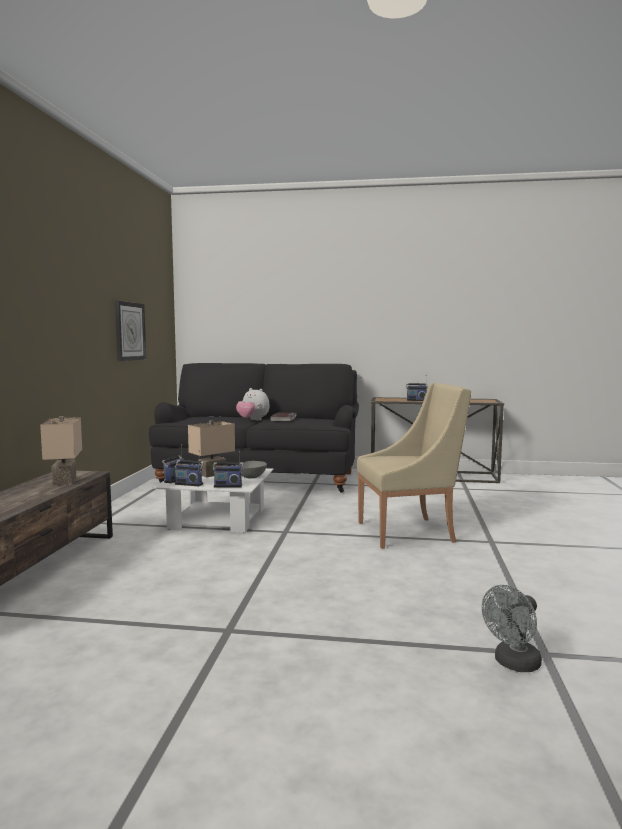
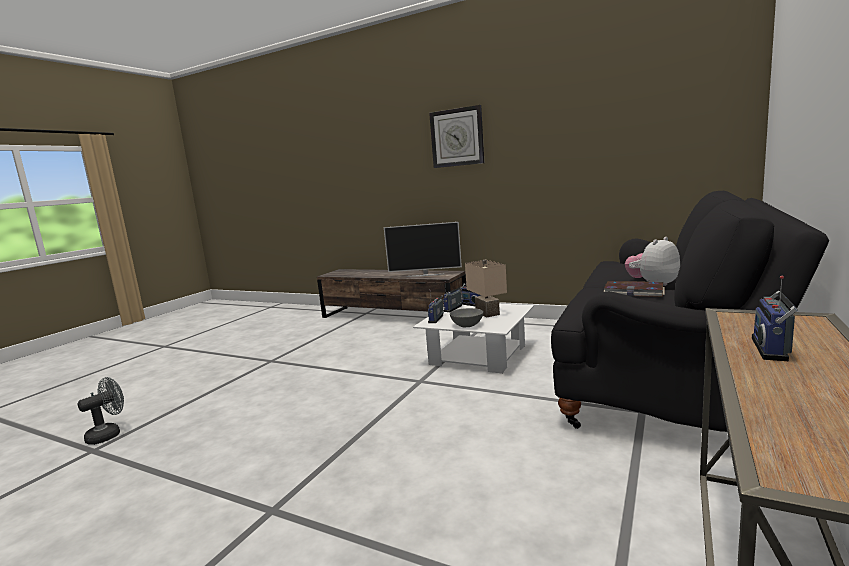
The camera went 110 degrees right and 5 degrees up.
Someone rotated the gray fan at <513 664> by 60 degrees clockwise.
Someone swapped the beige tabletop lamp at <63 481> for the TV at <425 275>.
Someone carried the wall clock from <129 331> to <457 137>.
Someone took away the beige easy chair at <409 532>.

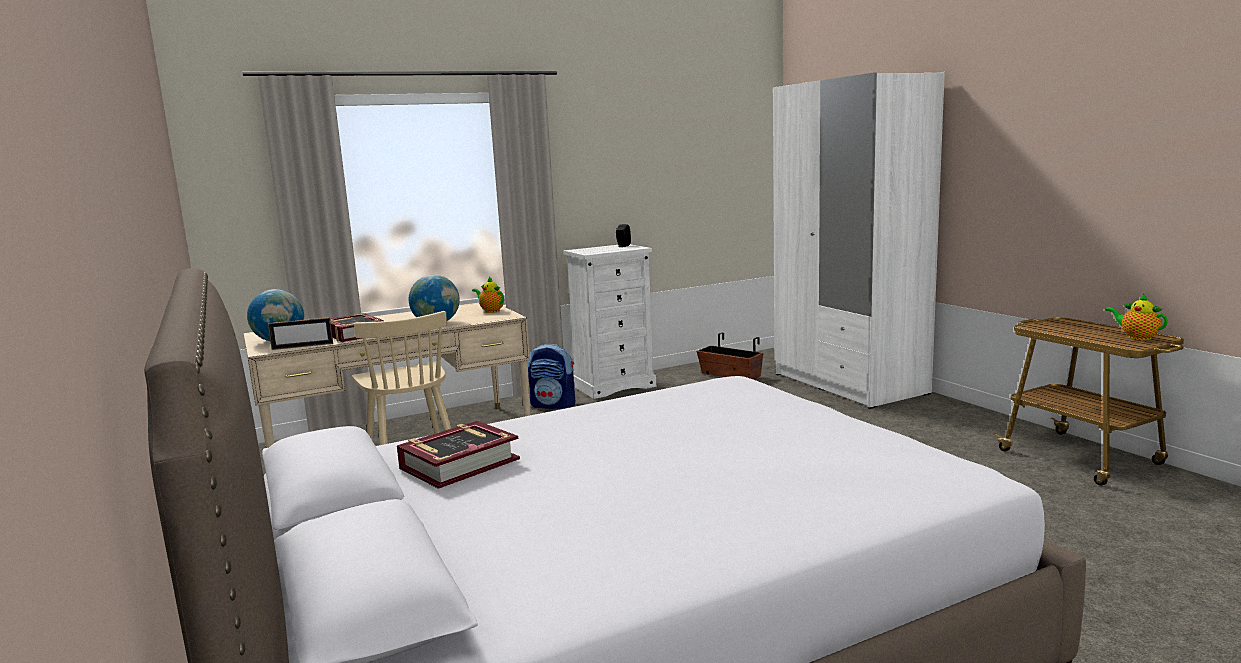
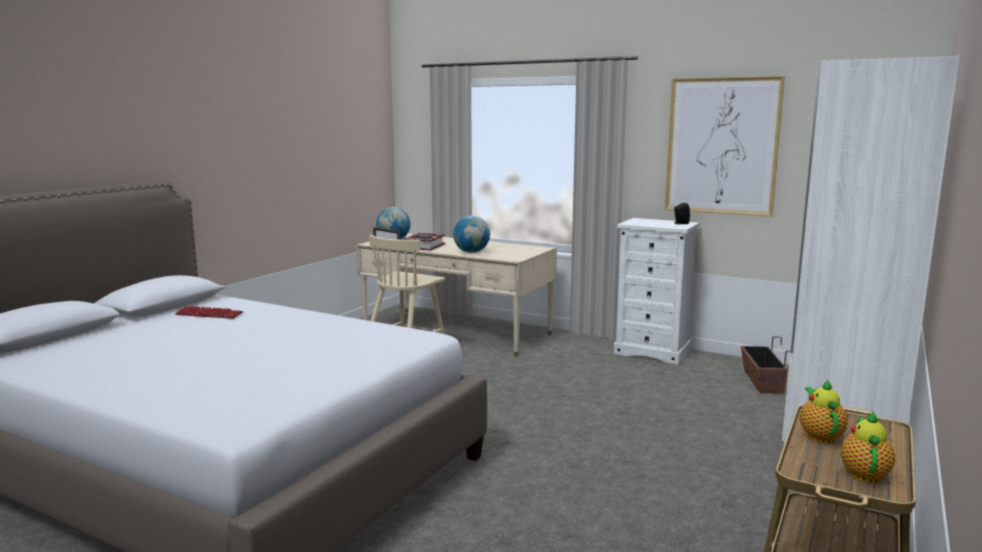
The camera went 55 degrees right and 0 degrees up.
Someone swapped the book at <459 464> for the keyboard at <209 314>.
Someone put up the wall picture at <721 146>.
Someone carried the pot for tea from <491 311> to <819 436>.
Someone took away the backpack at <554 405>.

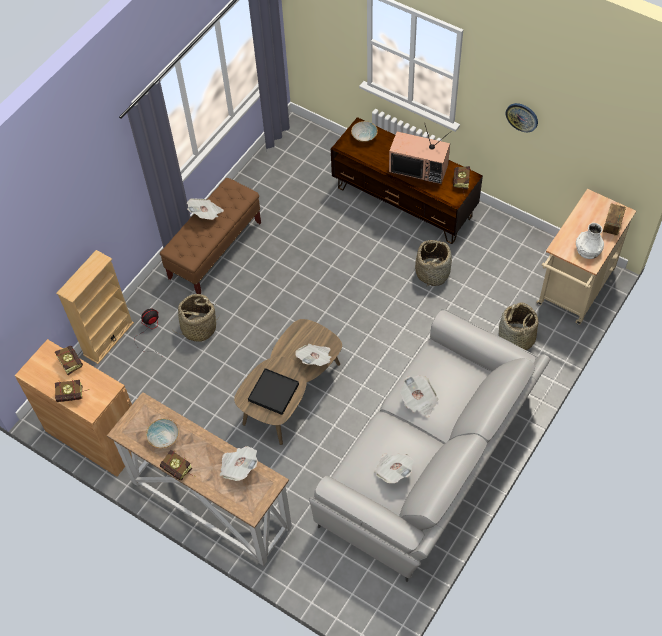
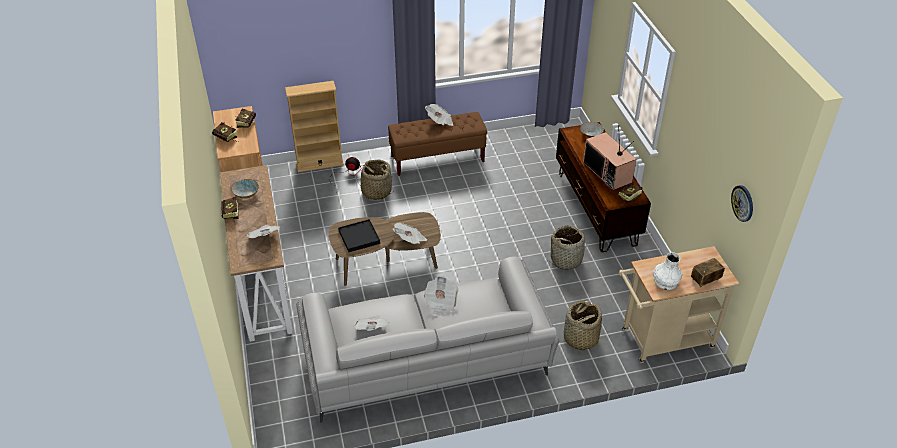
The camera went 40 degrees right and 15 degrees down.
Someone carried the wall clock from <522 117> to <743 203>.

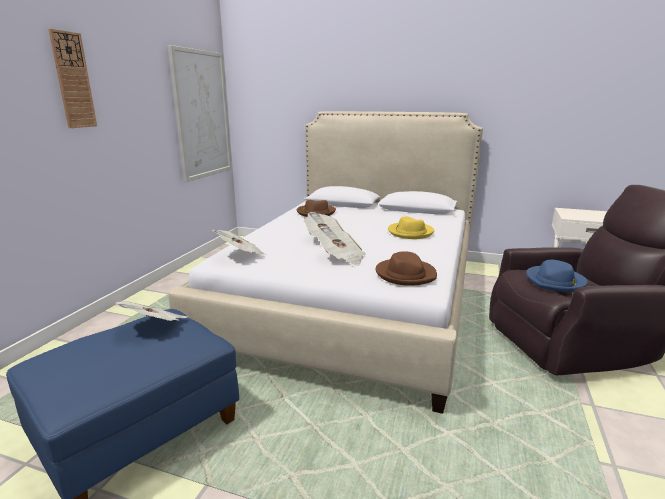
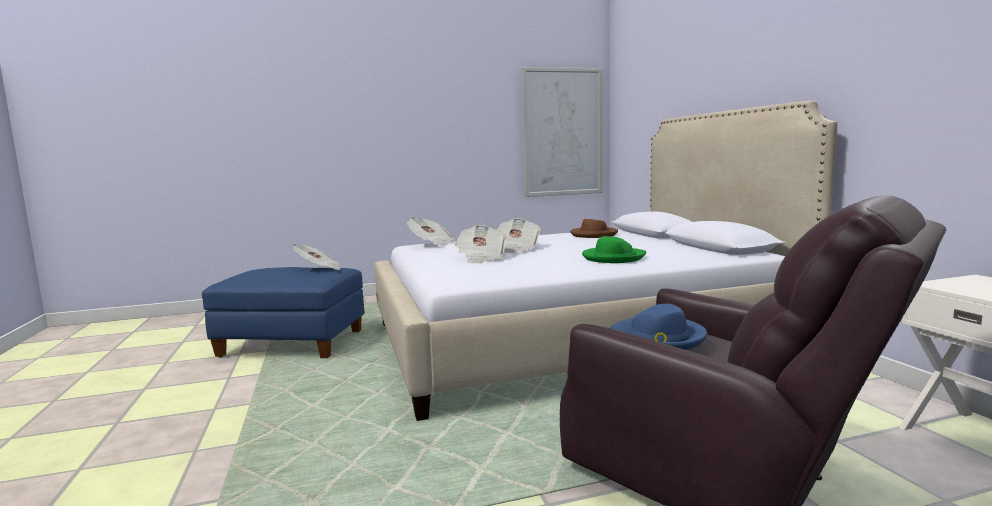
The camera went 55 degrees right and 10 degrees down.
Someone repainted the yellow wearable hat at <410 232>, which became the green-coloured wearable hat at <613 258>.
Someone took away the wall clock at <73 80>.
Someone took away the brown wearable hat at <405 274>.

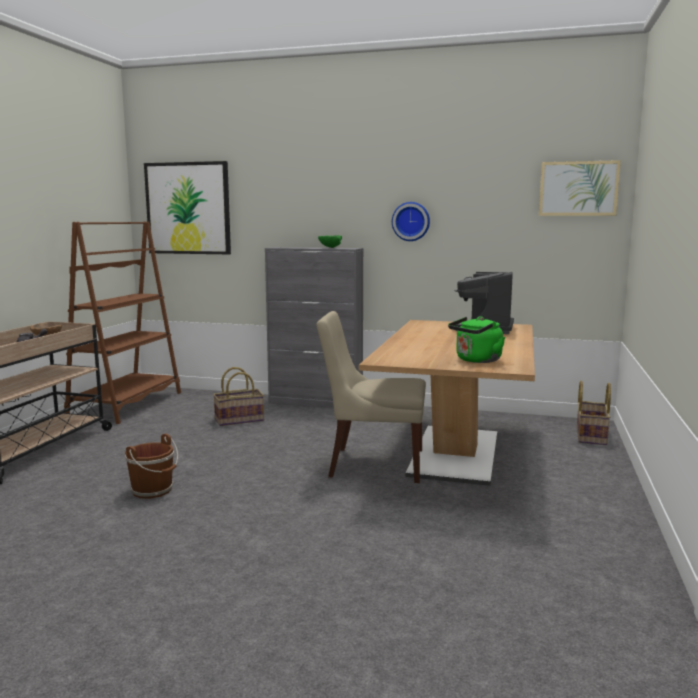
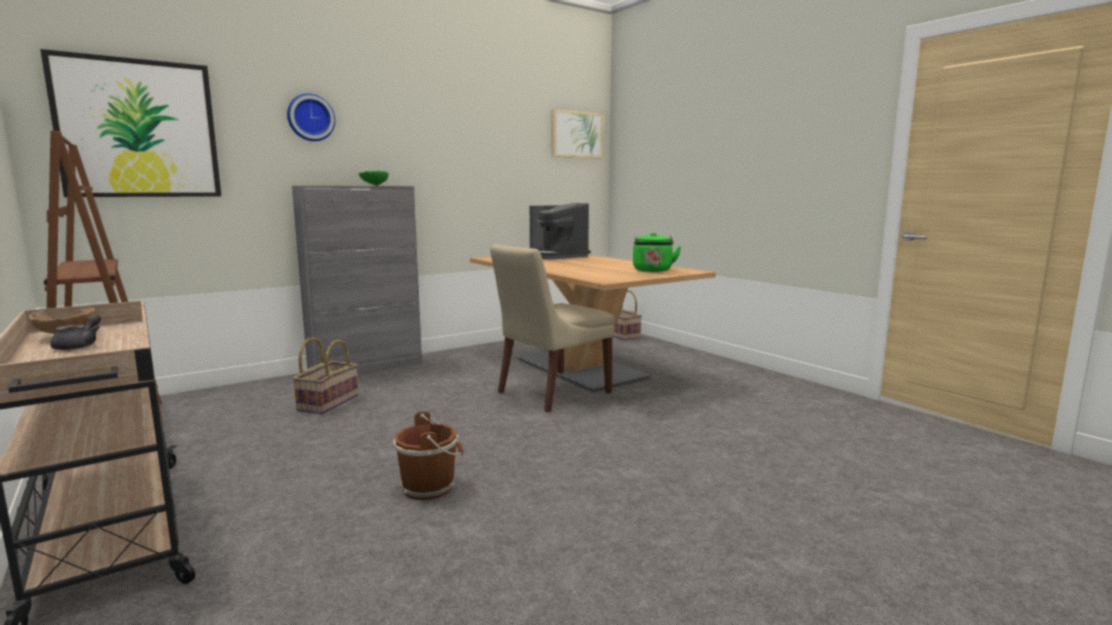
The camera went 50 degrees left and 0 degrees up.
Someone carried the wall clock from <411 221> to <310 118>.

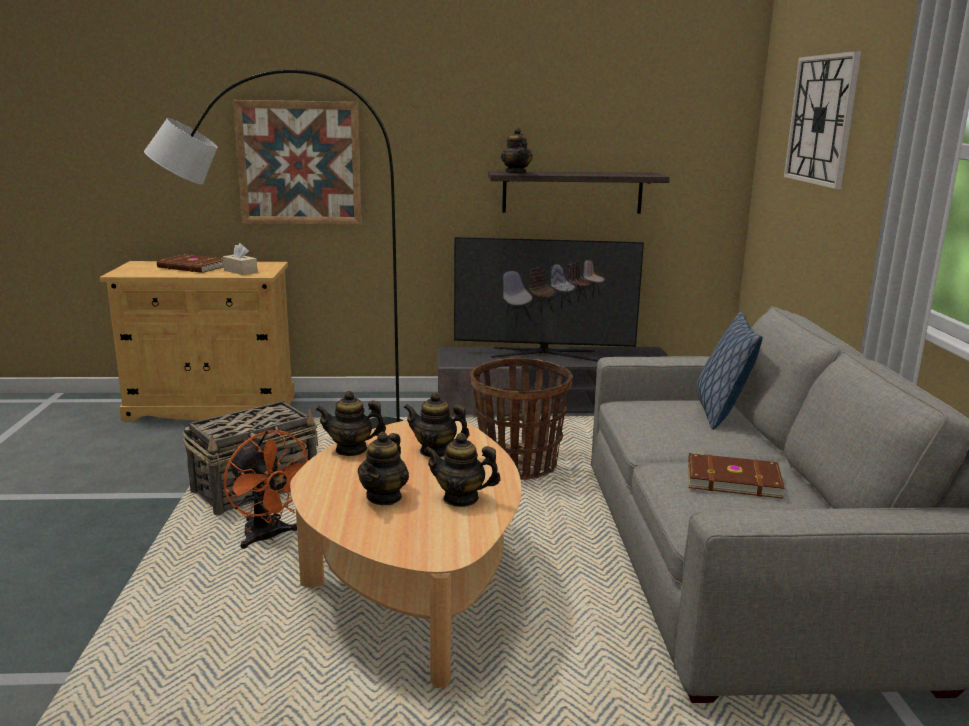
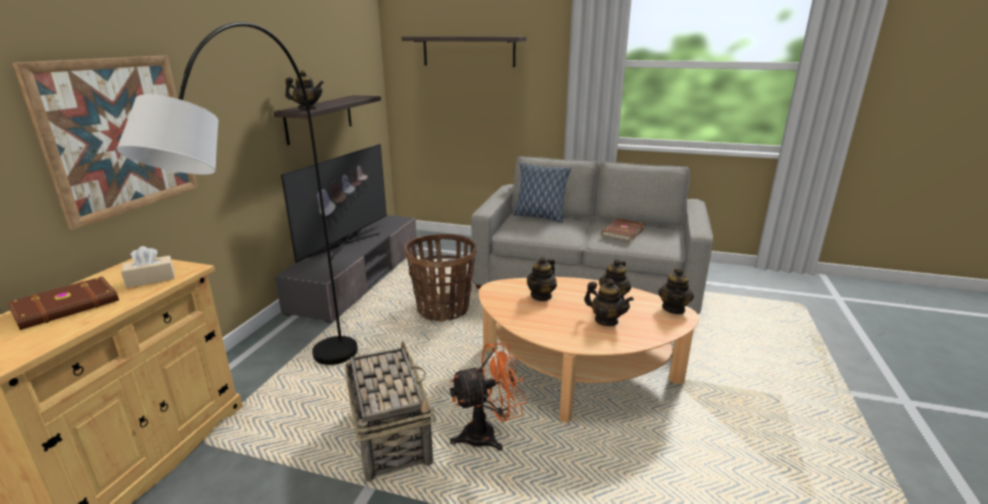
The camera went 70 degrees left and 5 degrees up.
Someone swapped the wall clock at <821 120> for the shelf at <468 51>.
Someone carried the pot for tea from <351 449> to <674 308>.

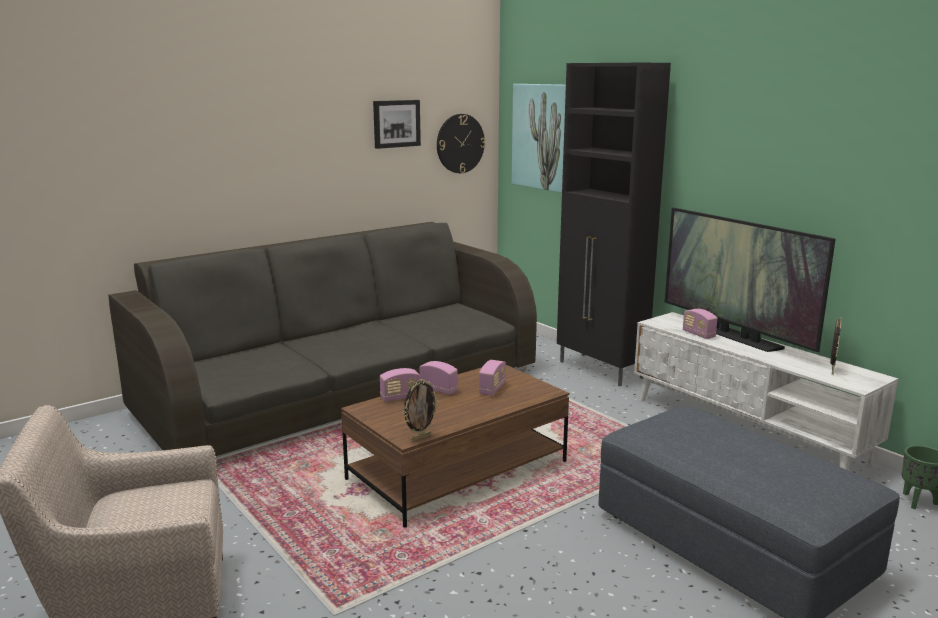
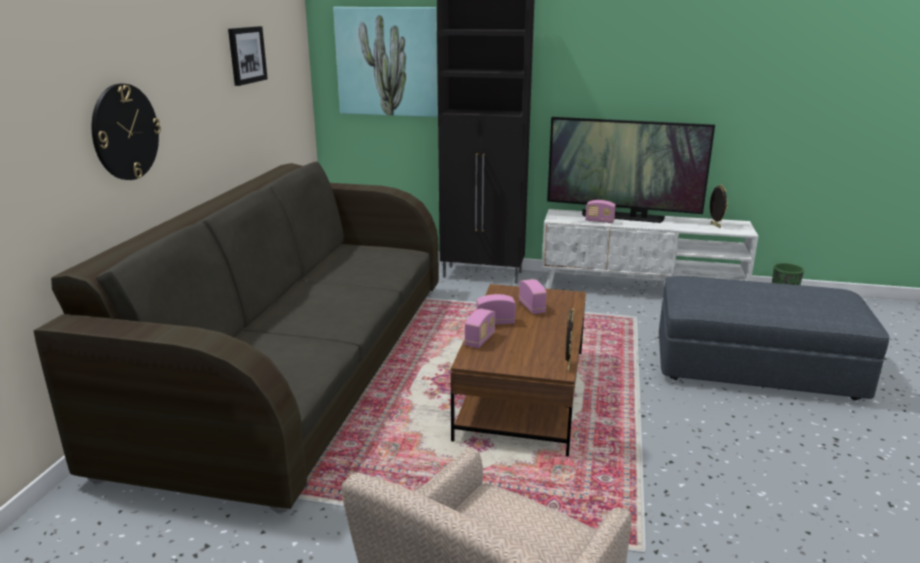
The camera went 40 degrees left and 5 degrees up.
Someone carried the wall clock from <460 143> to <125 132>.

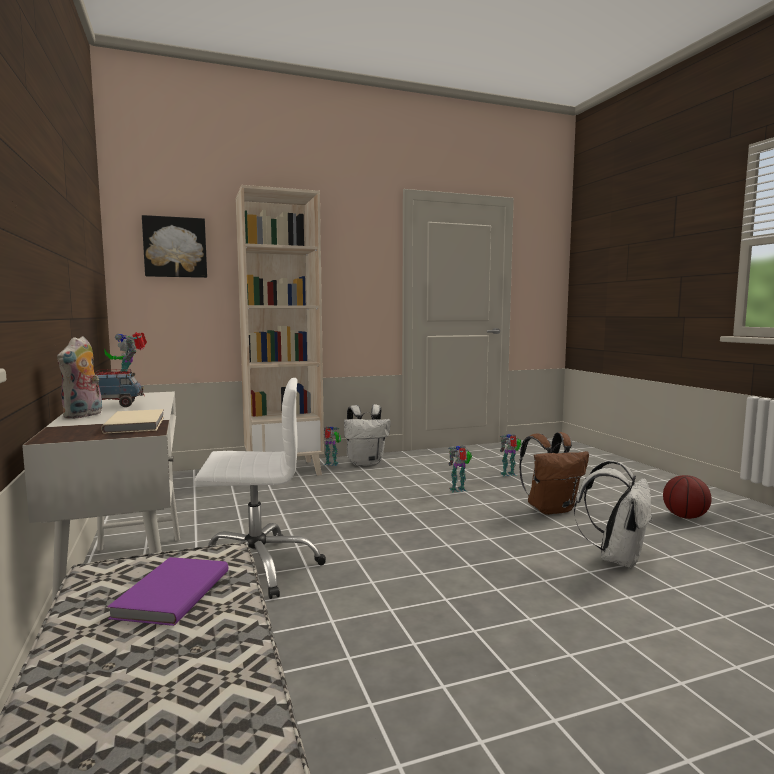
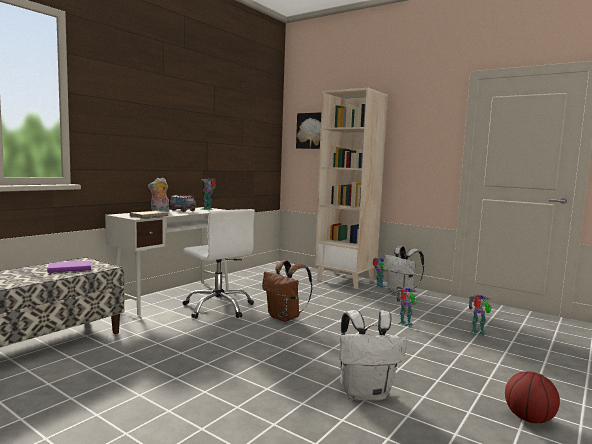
The camera went 55 degrees right and 0 degrees up.
Someone carried the brown backpack from <551 509> to <285 317>.

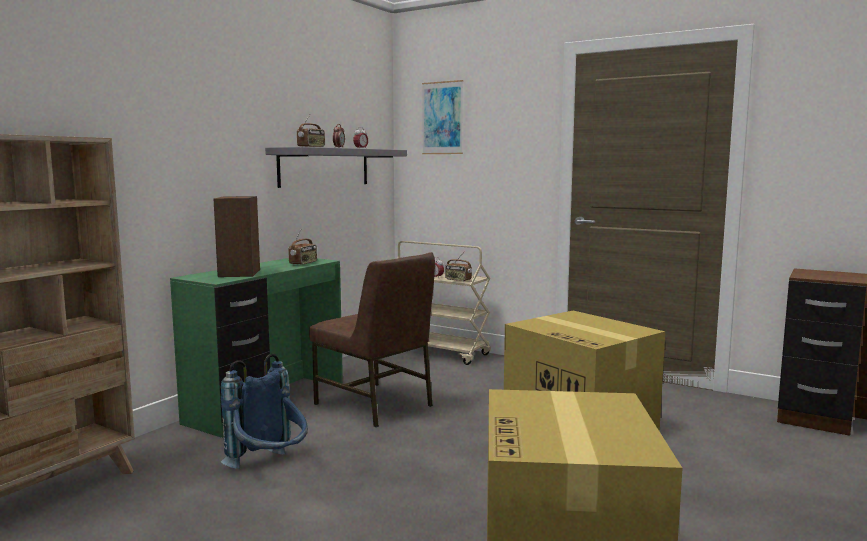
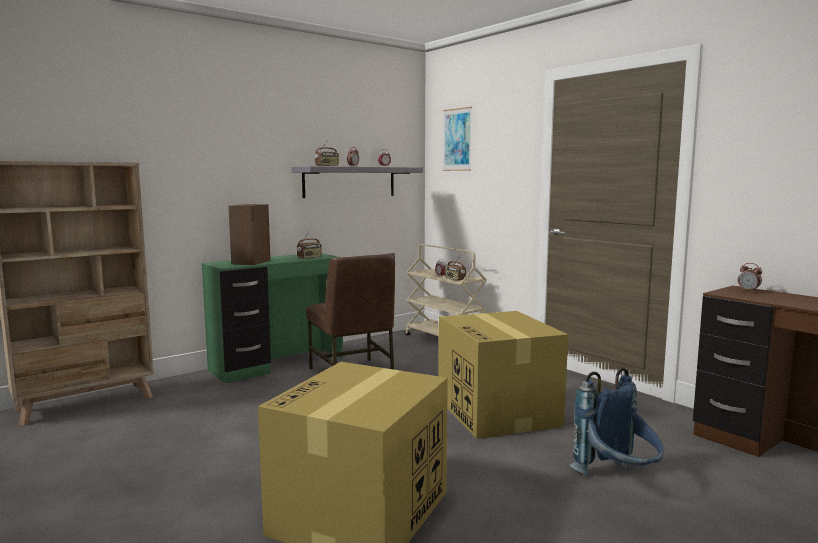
The camera went 20 degrees right and 0 degrees up.
Someone carried the blue-coloured backpack from <270 469> to <618 480>.
Someone put down the alarm clock at <748 291>.

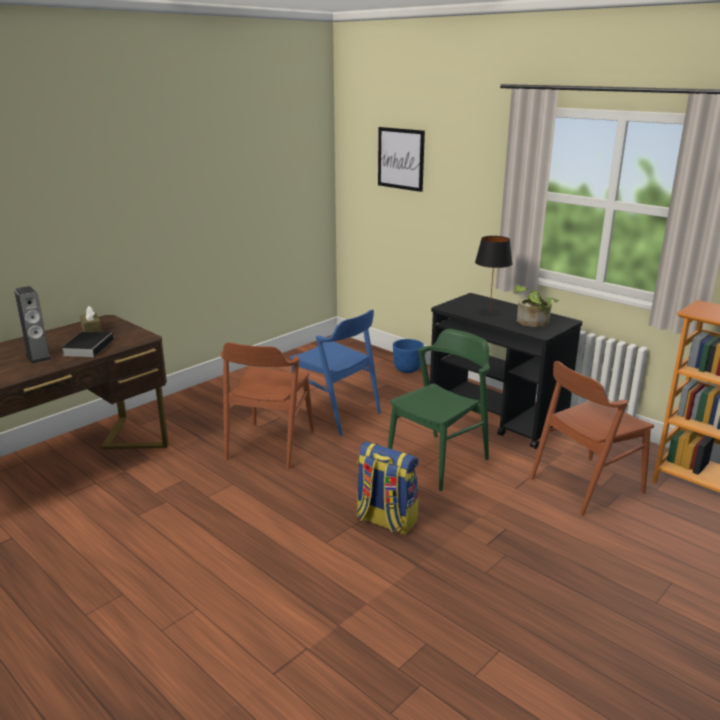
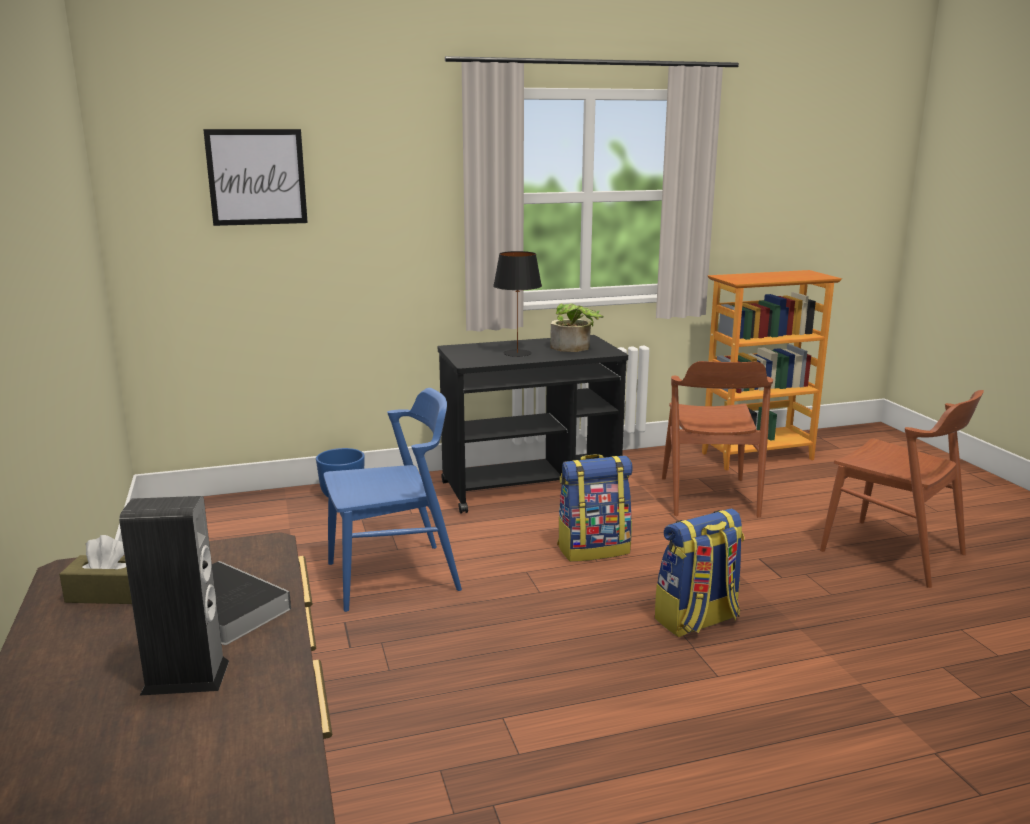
The camera went 60 degrees left and 5 degrees down.
Someone swapped the green-coloured plain chair at <438 461> for the backpack at <593 549>.
Someone carried the brown plain chair from <270 445> to <893 552>.

